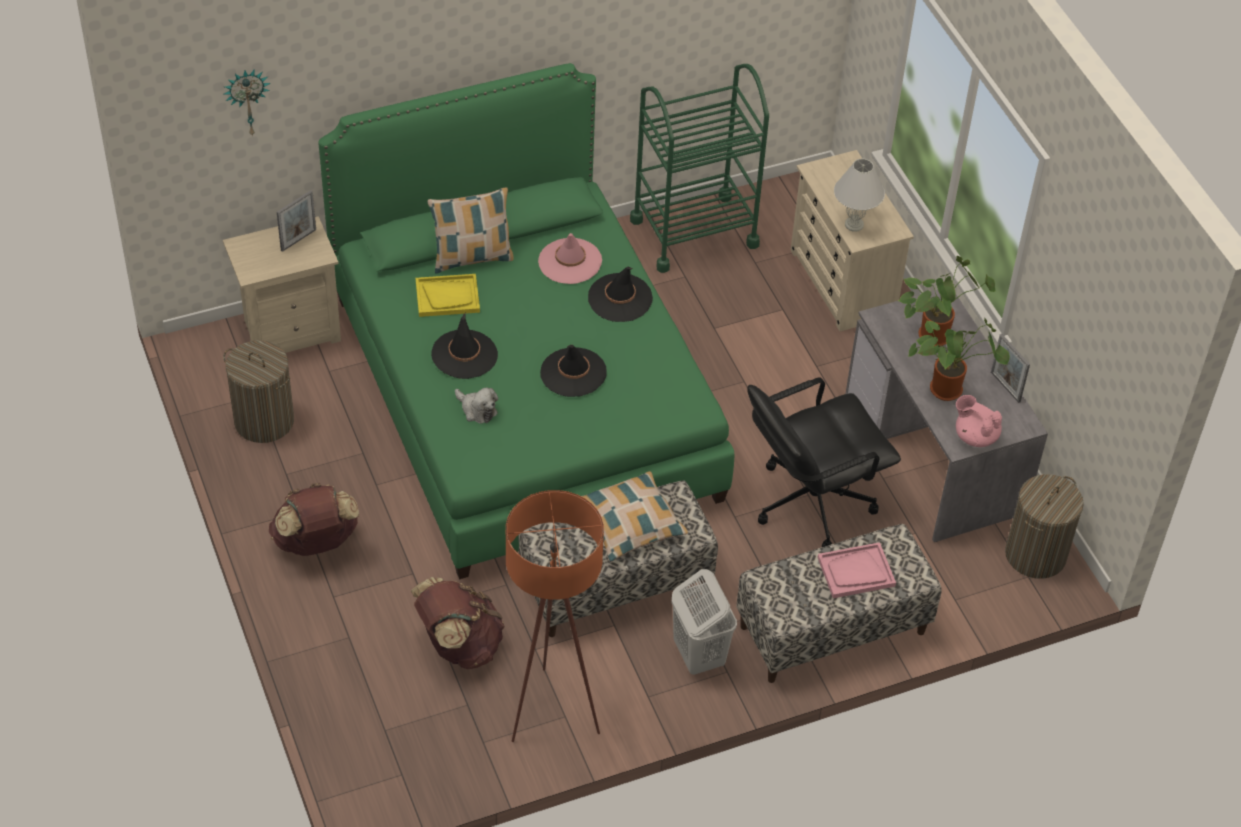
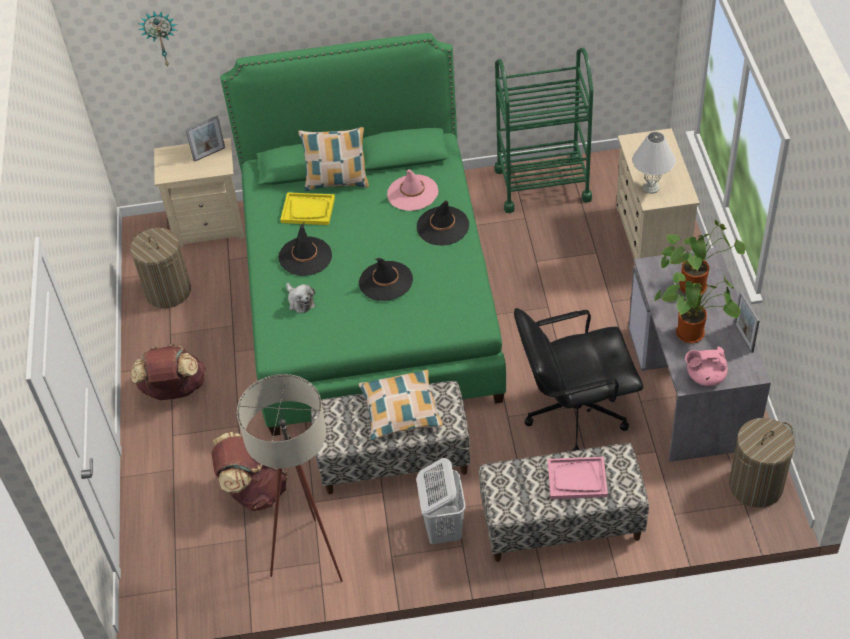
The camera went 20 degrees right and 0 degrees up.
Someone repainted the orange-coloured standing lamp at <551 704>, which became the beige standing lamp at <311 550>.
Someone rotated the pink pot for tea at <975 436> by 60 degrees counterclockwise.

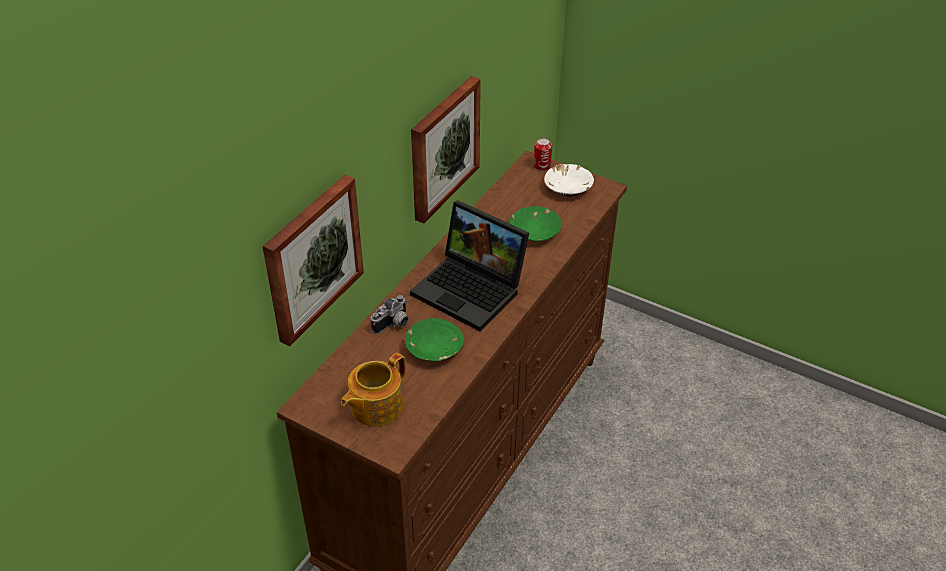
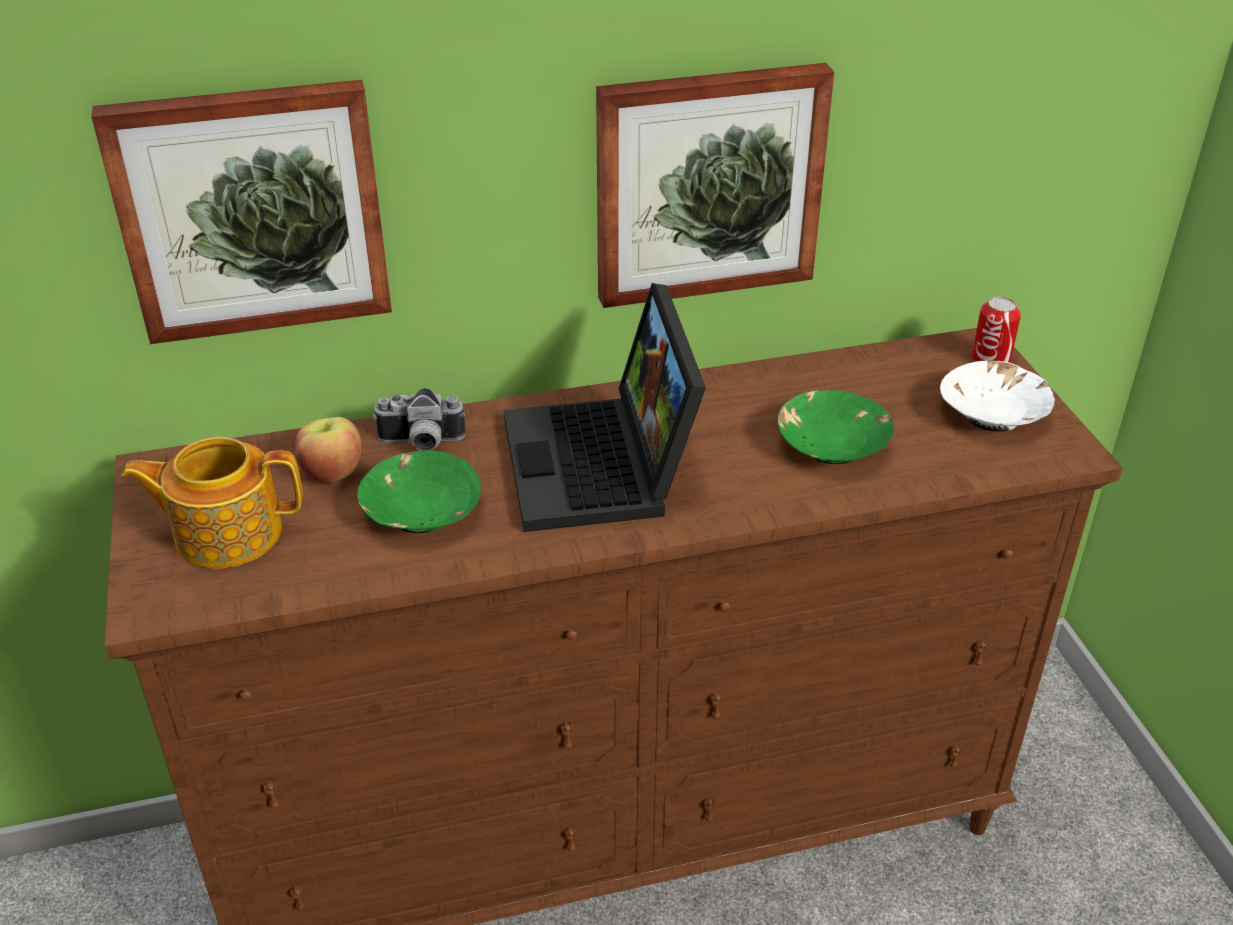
The camera went 45 degrees right and 5 degrees down.
Someone put down the whole apple at <332 472>.

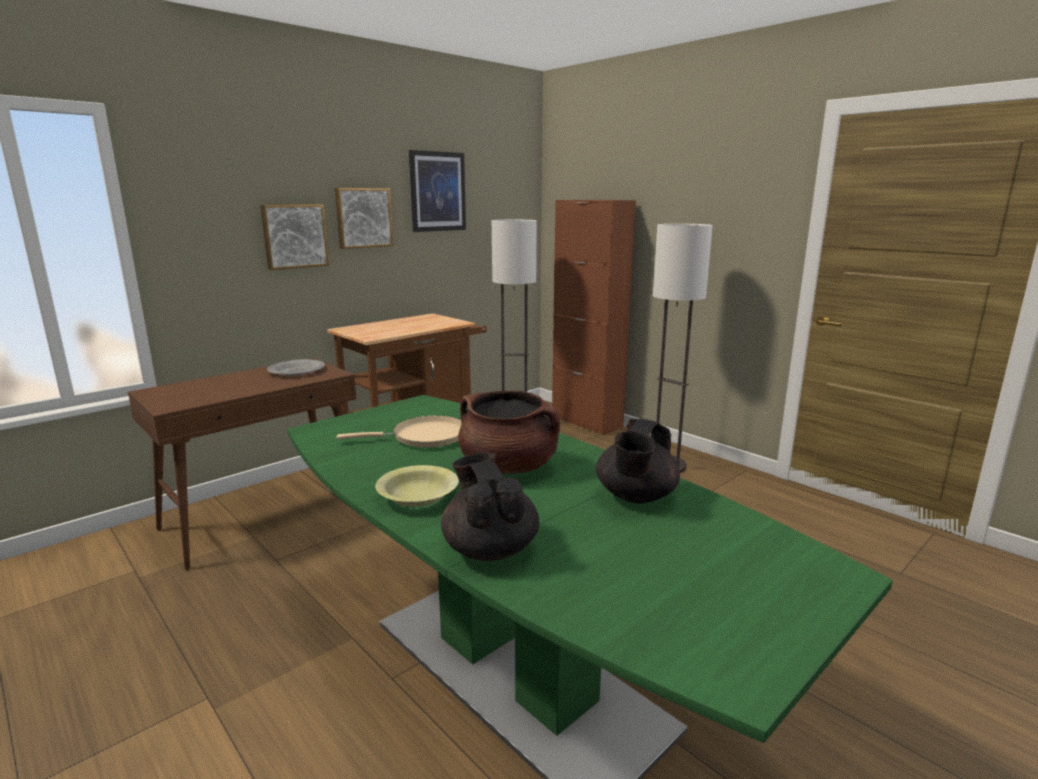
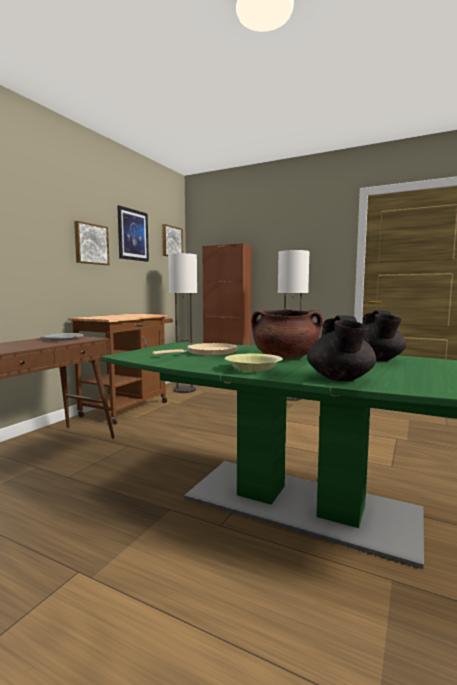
The camera went 20 degrees left and 10 degrees down.
Someone carried the wall picture from <294 236> to <171 241>.
Someone rotated the black-coloured pot for tea at <489 548> by 135 degrees counterclockwise.

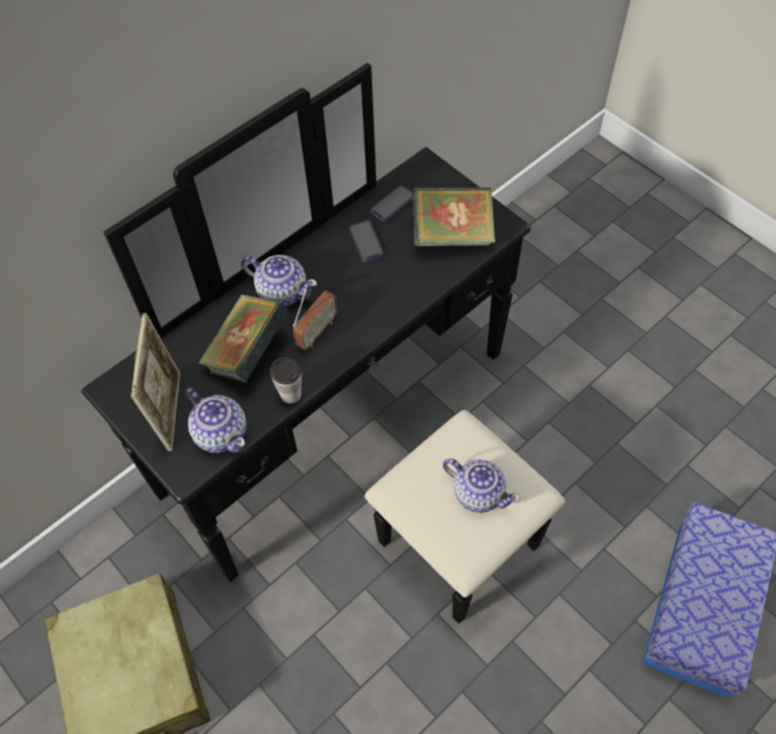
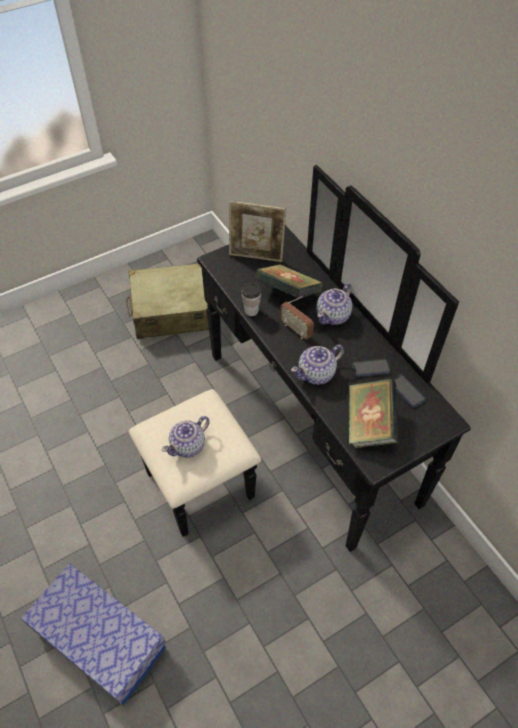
The camera went 100 degrees right and 5 degrees down.
Someone carried the pot for tea from <221 433> to <317 373>.

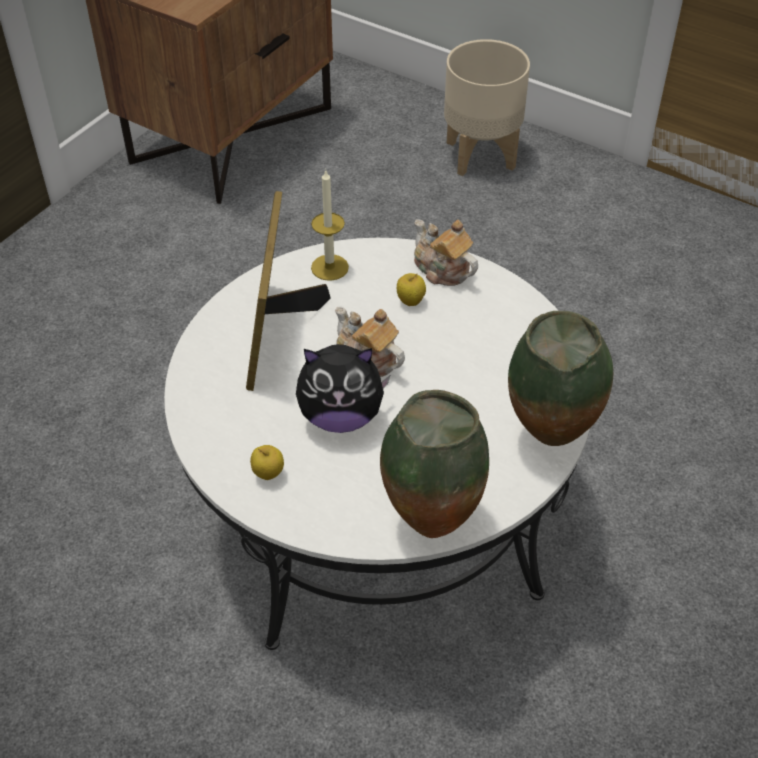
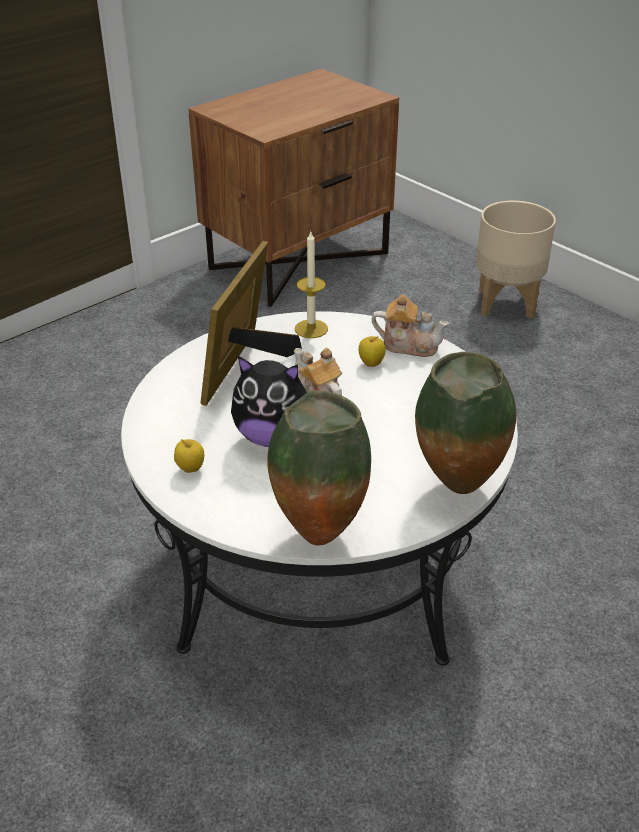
The camera went 15 degrees right and 10 degrees down.
Someone rotated the pot for tea at <442 270> by 135 degrees clockwise.

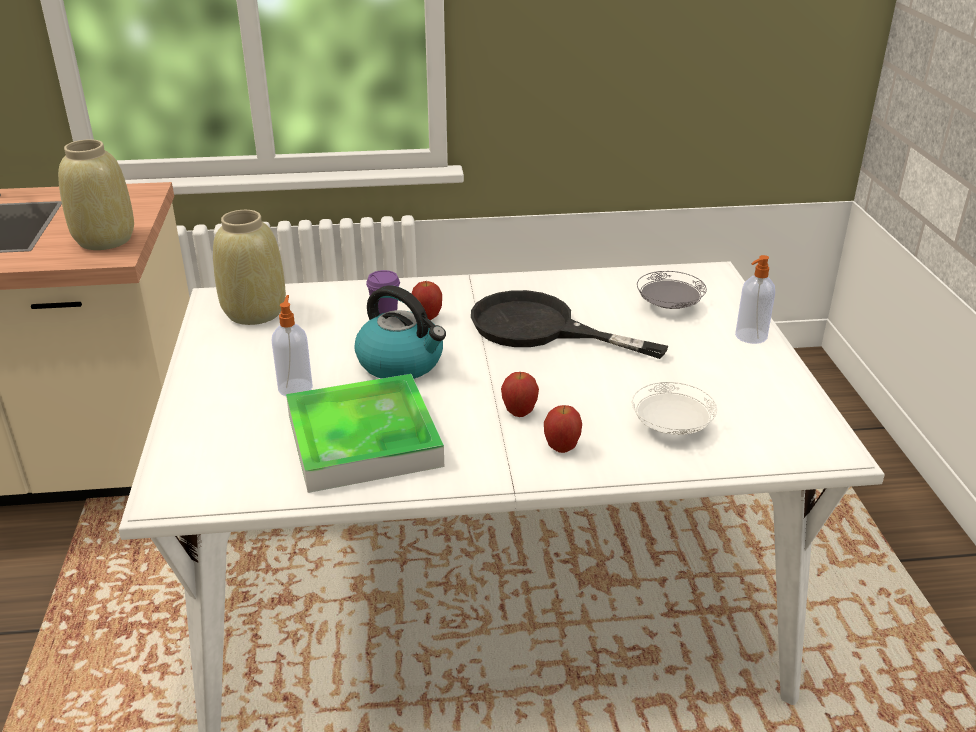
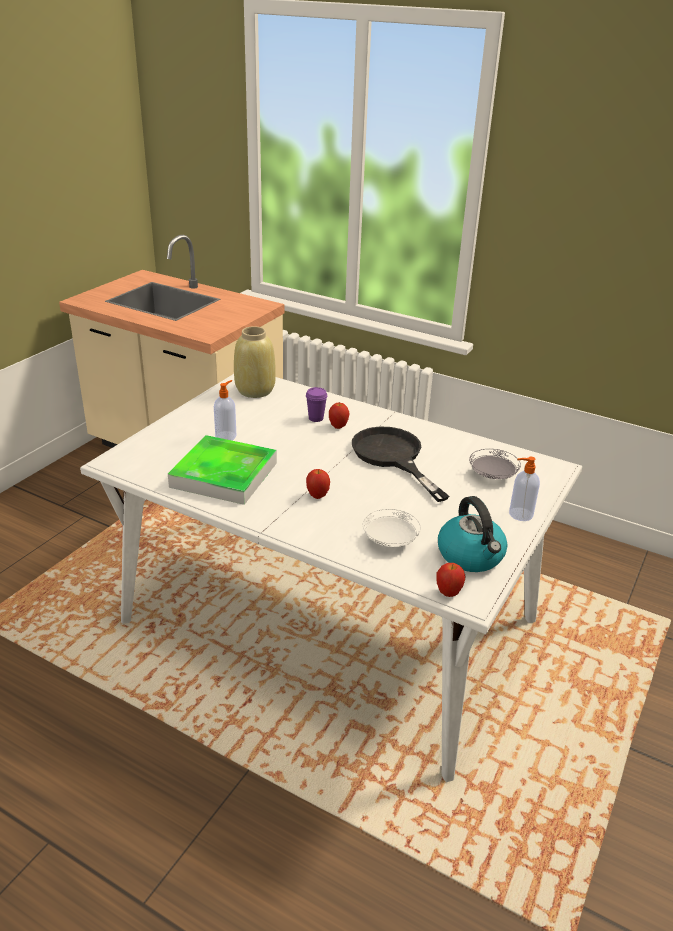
The camera went 35 degrees right and 0 degrees up.
Someone carried the whole apple from <561 448> to <448 593>.
Someone carried the tea kettle from <402 363> to <471 556>.
Someone took away the beige vase at <105 239>.

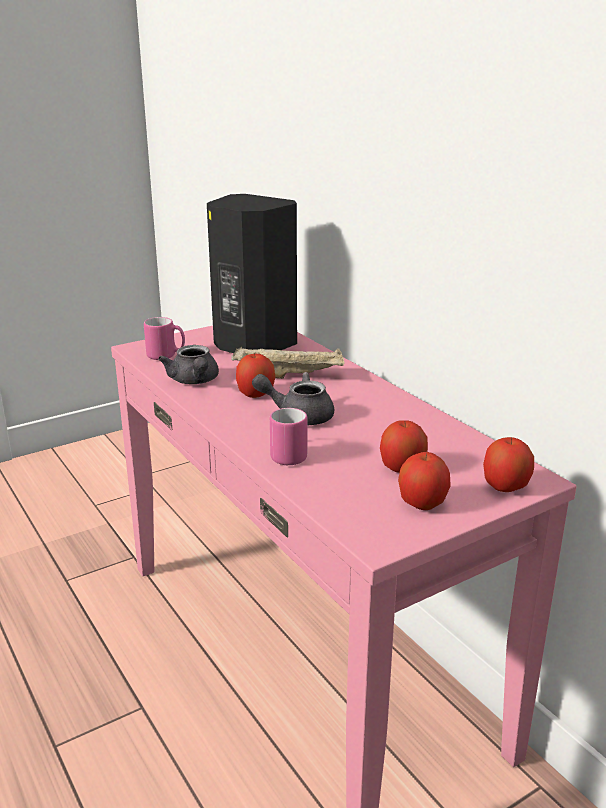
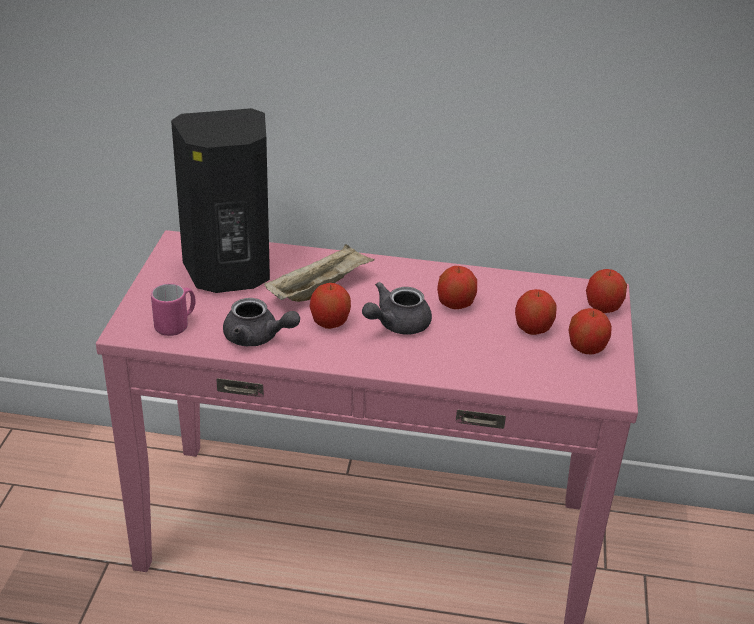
The camera went 50 degrees left and 10 degrees up.
Someone put down the whole apple at <455 304>.
Someone took away the pink coffee mug at <287 454>.

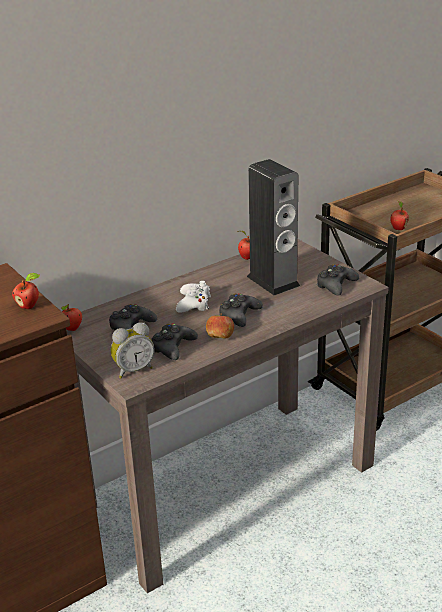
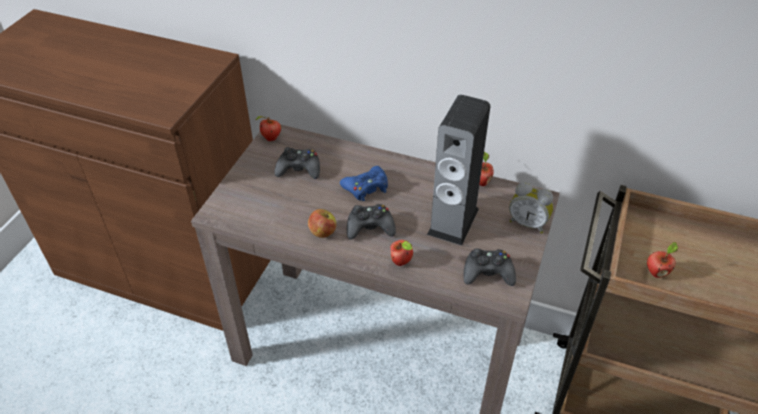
The camera went 55 degrees right and 15 degrees up.
Someone repainted the white game controller at <194 303>, which became the blue-coloured game controller at <366 188>.
Someone carried the whole apple from <29 306> to <402 262>.
Someone carried the alarm clock from <133 370> to <528 223>.
Someone took away the black-coloured game controller at <173 347>.

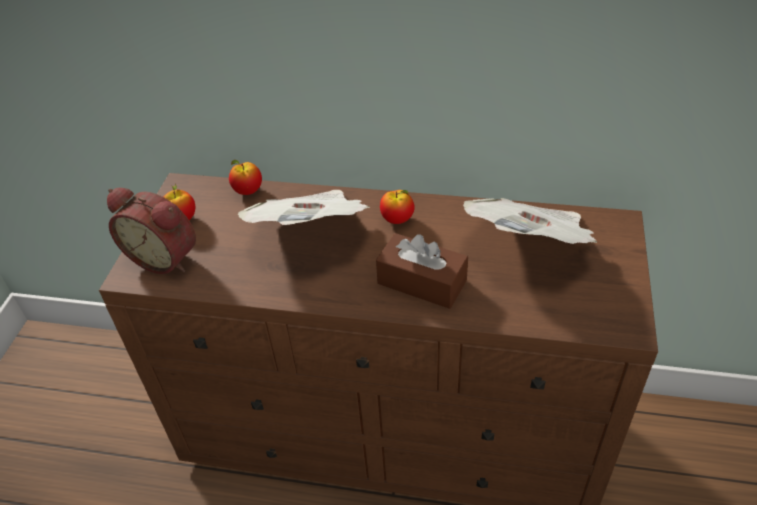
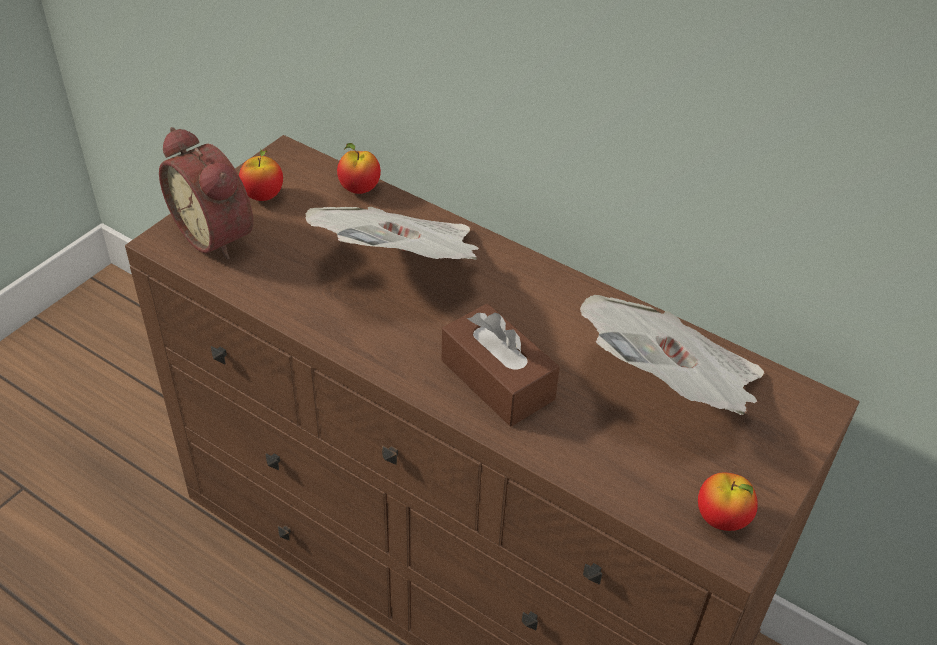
The camera went 20 degrees right and 0 degrees up.
Someone carried the whole apple from <397 220> to <721 519>.

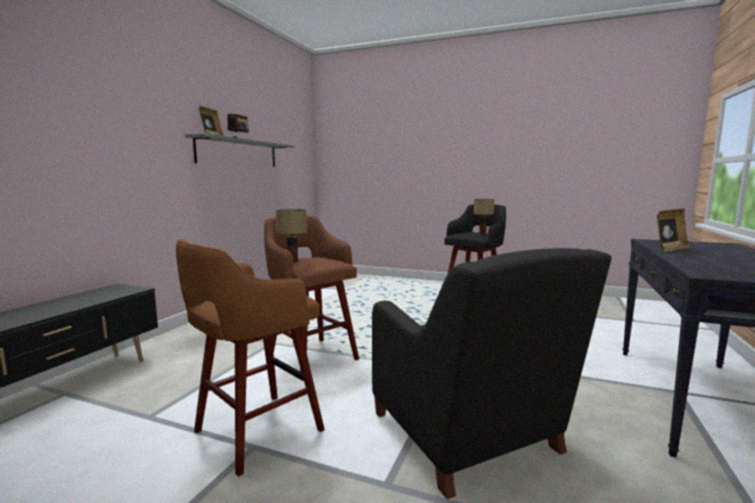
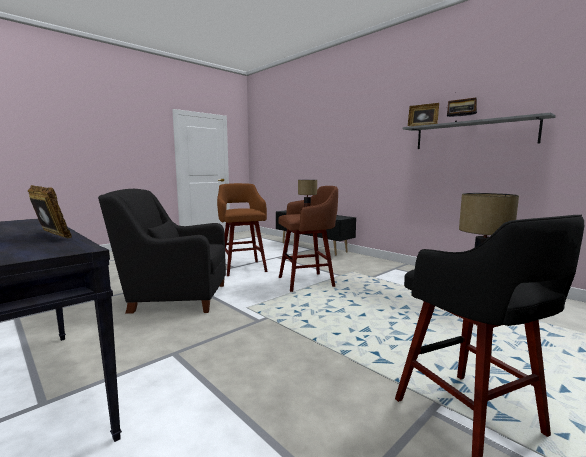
The camera went 115 degrees right and 0 degrees up.
Someone rotated the standing frame at <670 249> by 135 degrees clockwise.

